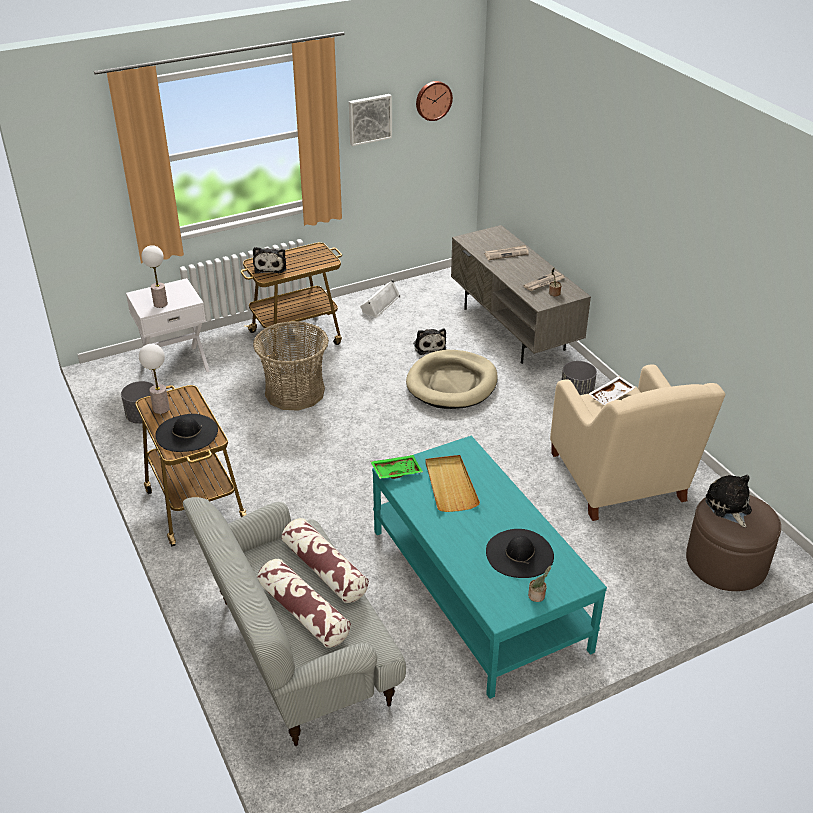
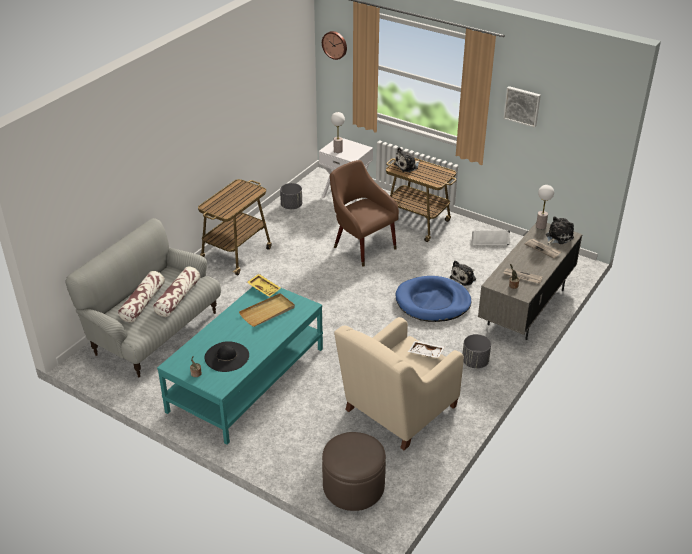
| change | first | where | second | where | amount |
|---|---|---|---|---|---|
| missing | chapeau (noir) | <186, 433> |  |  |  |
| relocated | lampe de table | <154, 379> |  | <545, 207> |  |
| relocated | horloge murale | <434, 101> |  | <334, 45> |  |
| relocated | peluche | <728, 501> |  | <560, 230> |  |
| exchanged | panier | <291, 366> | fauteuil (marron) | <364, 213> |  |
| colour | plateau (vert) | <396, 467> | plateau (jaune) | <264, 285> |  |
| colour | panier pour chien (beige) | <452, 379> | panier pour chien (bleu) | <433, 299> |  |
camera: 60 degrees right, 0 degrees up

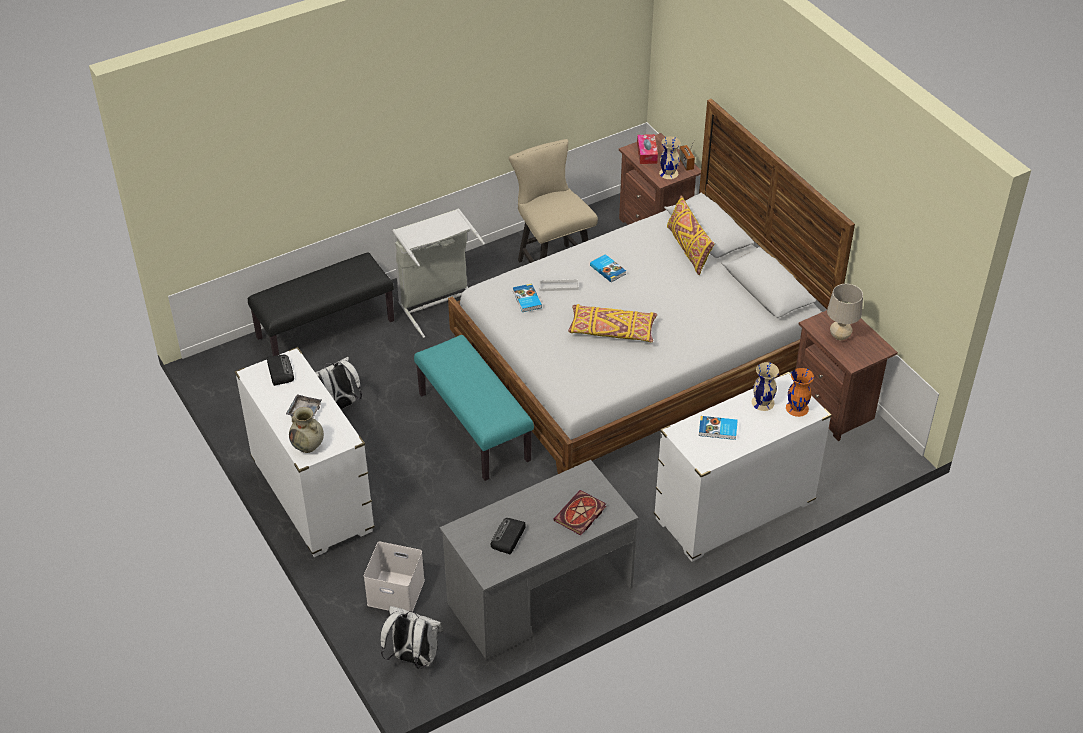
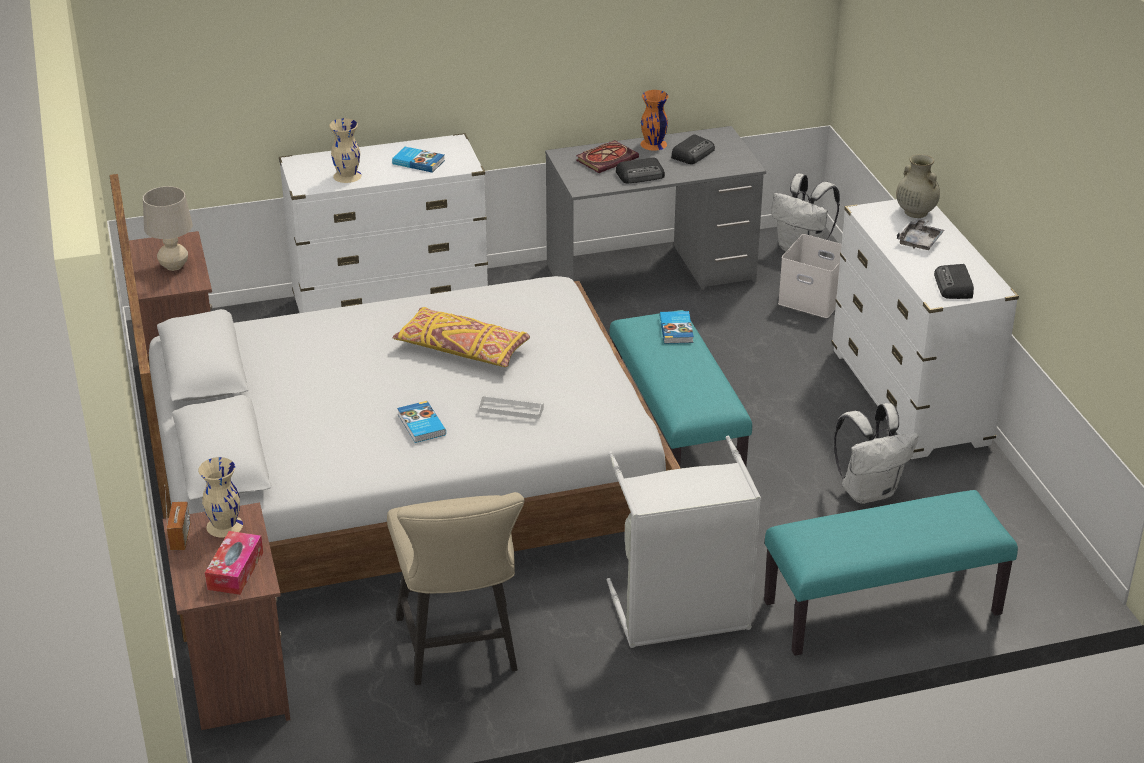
| change | first | where | second | where | amount |
|---|---|---|---|---|---|
| missing | coussin (jaune) | <690, 235> |  |  |  |
| appeared |  |  | radio | <640, 171> |  |
| relocated | livre | <527, 297> |  | <677, 327> |  |
| relocated | vase (orange) | <800, 392> |  | <654, 120> |  |
| colour | banc (noir) | <321, 304> | banc (turquoise) | <891, 573> |  |
camera: 165 degrees left, 10 degrees down

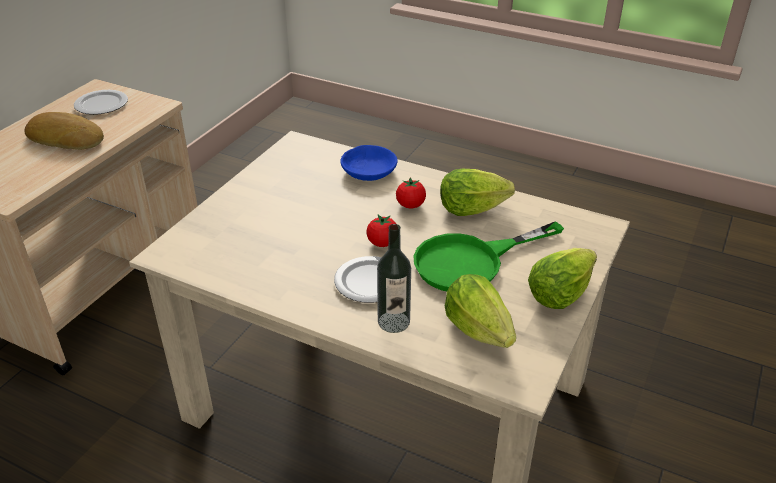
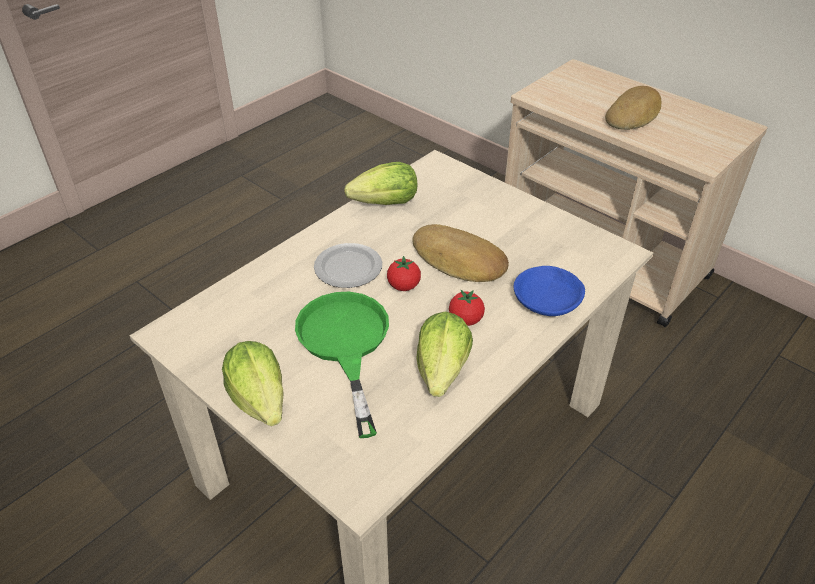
| change | first | where | second | where | amount |
|---|---|---|---|---|---|
| missing | assiette | <101, 102> |  |  |  |
| missing | bouteille | <394, 278> |  |  |  |
| appeared |  |  | pain | <460, 253> |  |
| relocated | laitue | <480, 311> |  | <381, 183> |  |
camera: 105 degrees right, 5 degrees up

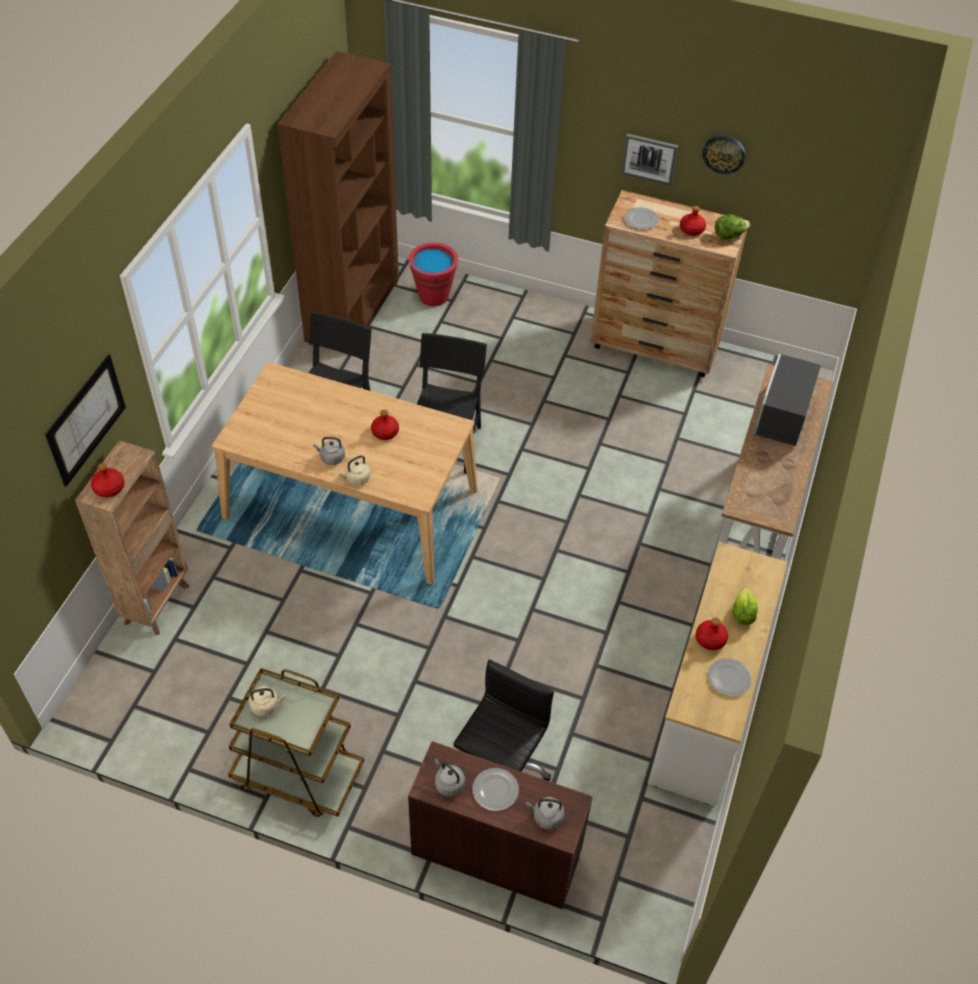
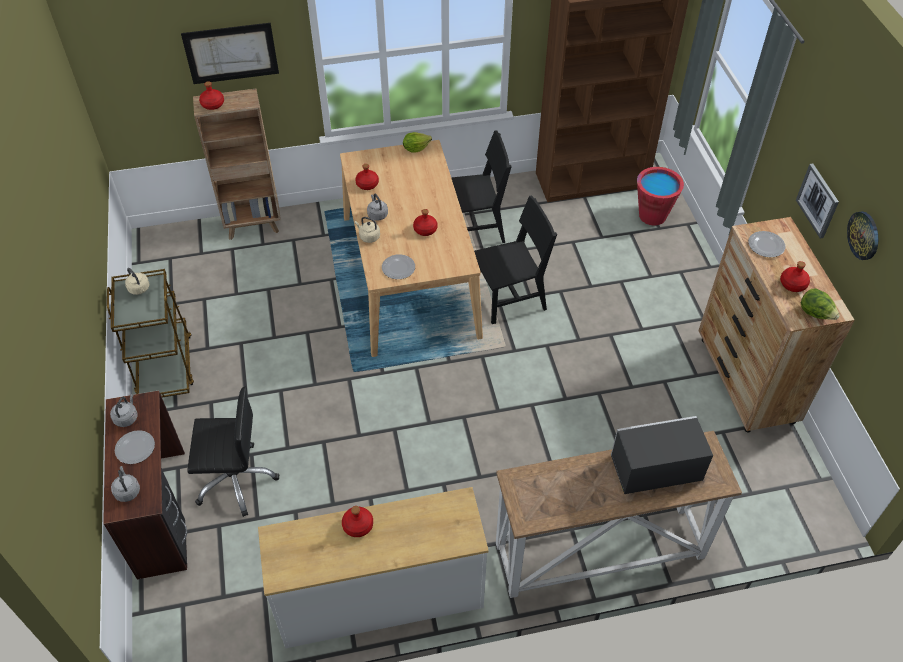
| change | first | where | second | where | amount |
|---|---|---|---|---|---|
| appeared |  |  | bouteille (rouge) | <367, 177> |  |
| relocated | assiette | <730, 677> |  | <398, 266> |  |
| relocated | laitue | <745, 606> |  | <417, 142> |  |
camera: 60 degrees right, 0 degrees up

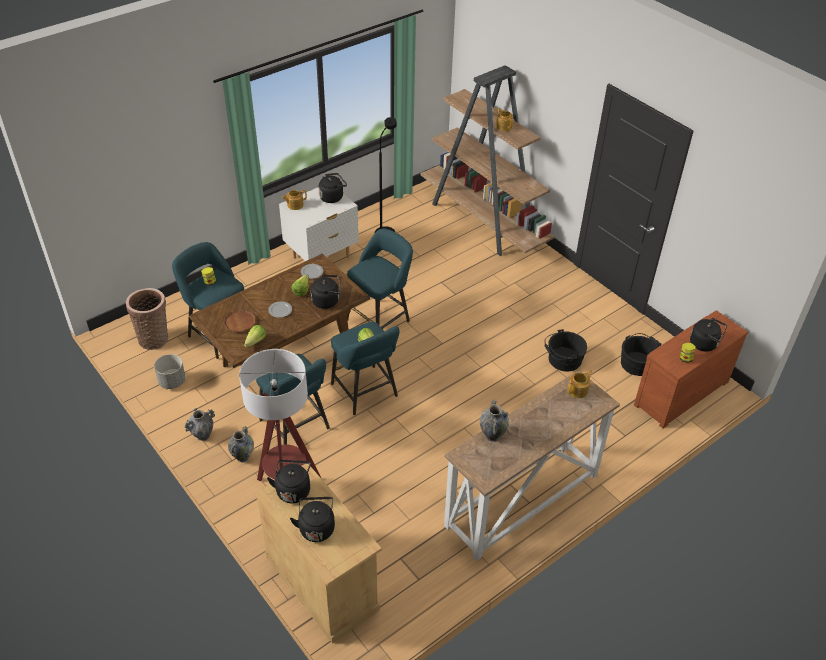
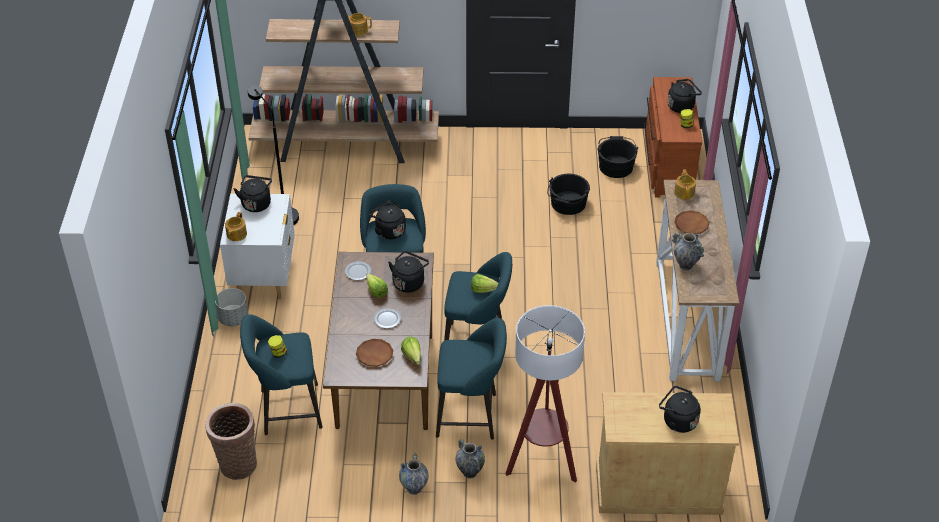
| change | first | where | second | where | amount |
|---|---|---|---|---|---|
| appeared |  |  | assiette (marron) | <692, 222> |  |
| relocated | cache-pot (gris) | <170, 371> |  | <231, 307> |  |
| relocated | bouilloire (noir) | <289, 481> |  | <387, 219> |  |
camera: 50 degrees left, 0 degrees up

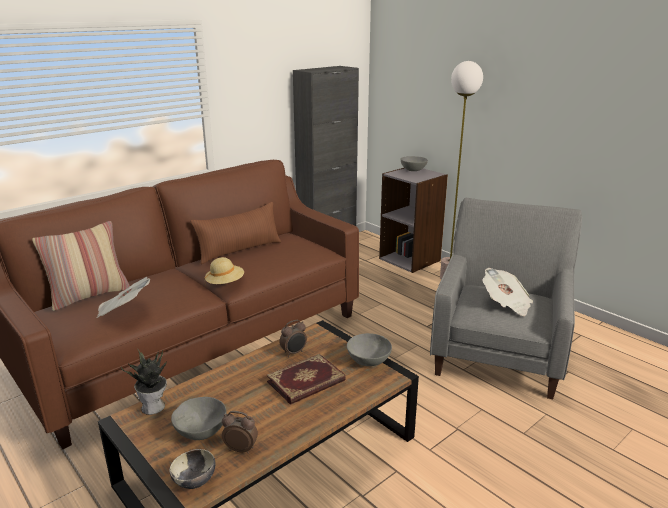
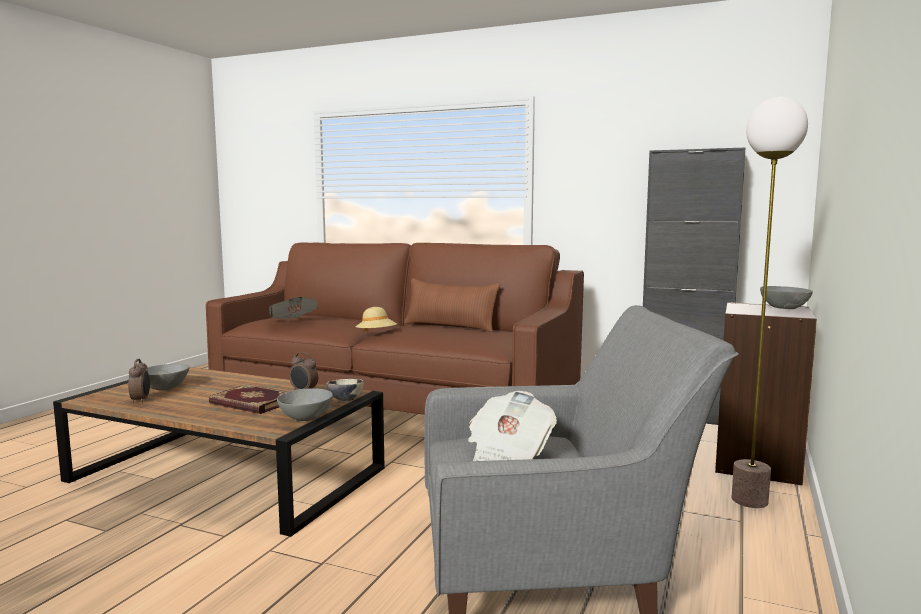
| change | first | where | second | where | amount |
|---|---|---|---|---|---|
| missing | coussin | <81, 266> |  |  |  |
| missing | plante en pot | <144, 382> |  |  |  |
| relocated | bol | <192, 469> |  | <345, 390> |  |
camera: 65 degrees right, 15 degrees down

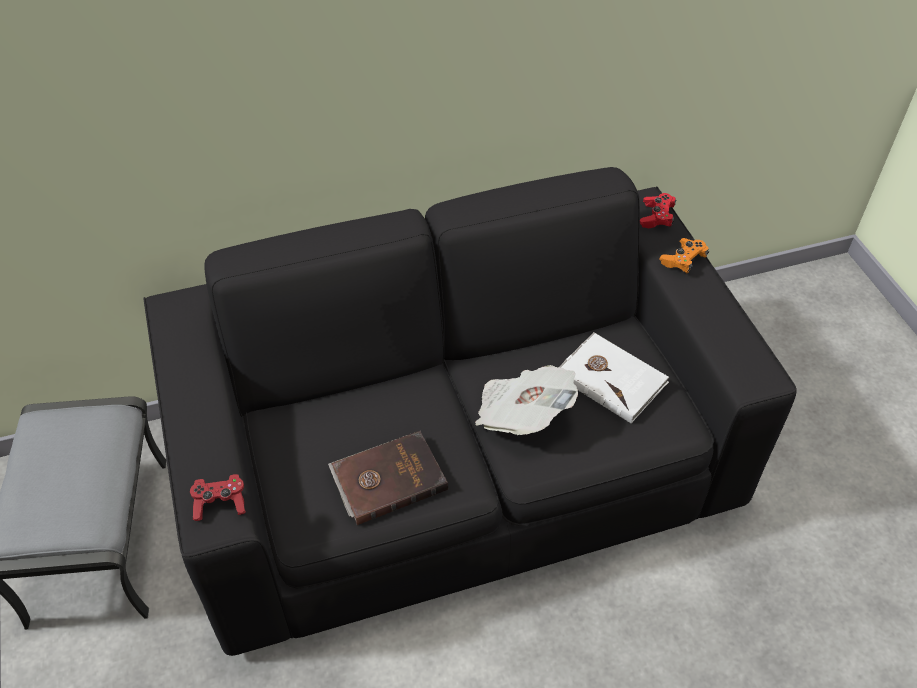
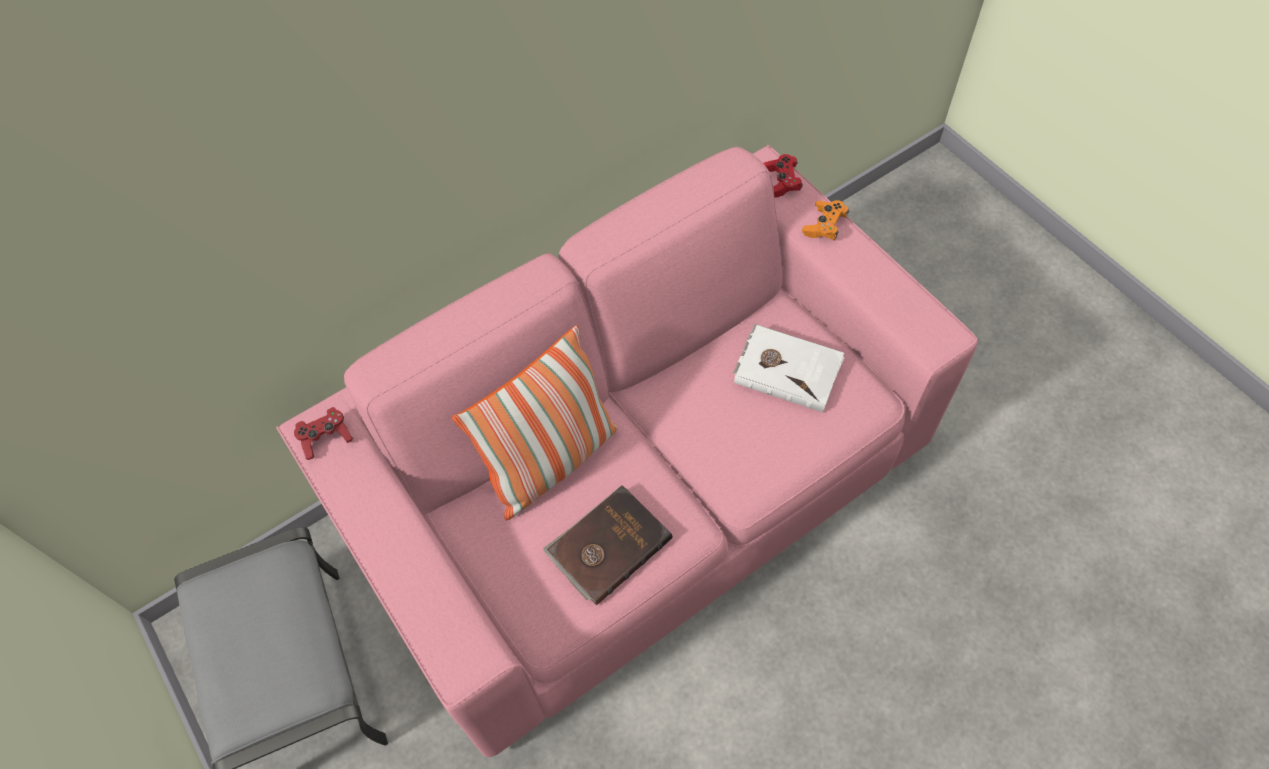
| change | first | where | second | where | amount |
|---|---|---|---|---|---|
| missing | journal | <526, 400> |  |  |  |
| appeared |  |  | coussin | <535, 423> |  |
| relocated | manette (rouge) | <218, 497> |  | <323, 433> |  |
| colour | canapé (noir) | <470, 411> | canapé (rose) | <627, 451> |  |
camera: 15 degrees left, 10 degrees up

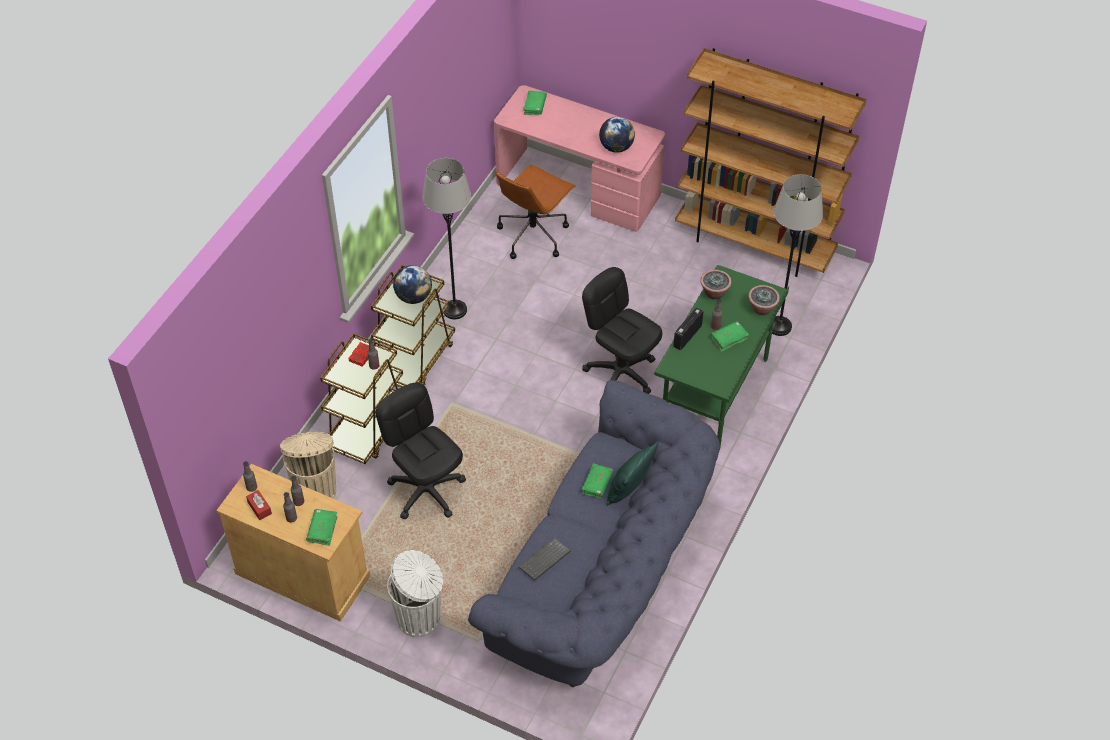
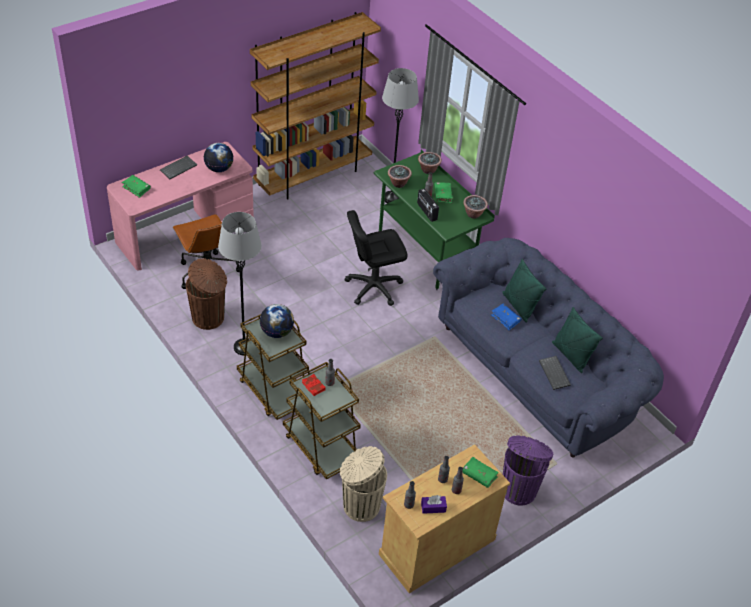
| change | first | where | second | where | amount |
|---|---|---|---|---|---|
| missing | chaise de bureau (noir) | <421, 451> |  |  |  |
| appeared |  |  | clavier | <178, 167> |  |
| appeared |  |  | poubelle (marron) | <206, 294> |  |
| appeared |  |  | plante en pot | <475, 207> |  |
| appeared |  |  | coussin (vert) | <577, 340> |  |
| colour | boîte à mouchoirs (rouge) | <259, 505> | boîte à mouchoirs (violet) | <434, 504> |  |
| colour | poubelle (blanc) | <415, 593> | poubelle (violet) | <528, 470> |  |
| colour | livre (vert) | <597, 480> | livre (bleu) | <506, 317> |  |
camera: 65 degrees left, 5 degrees down

